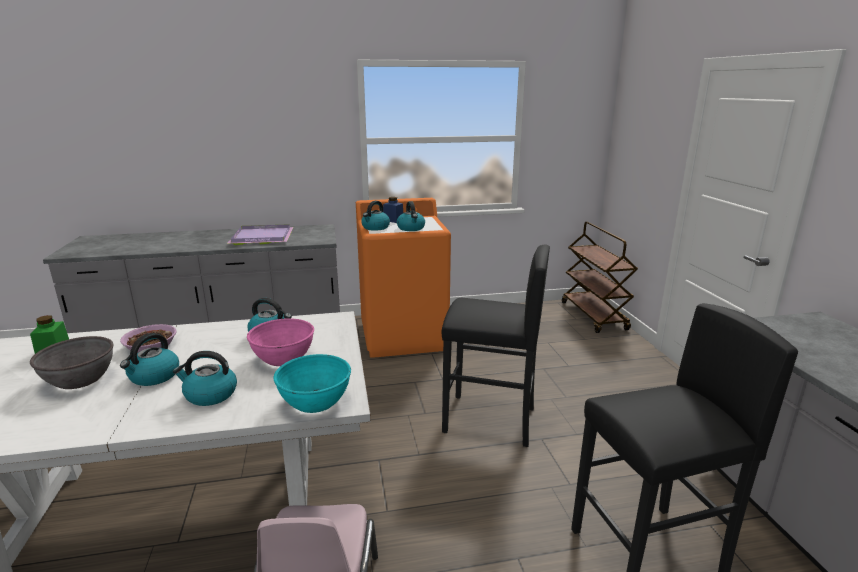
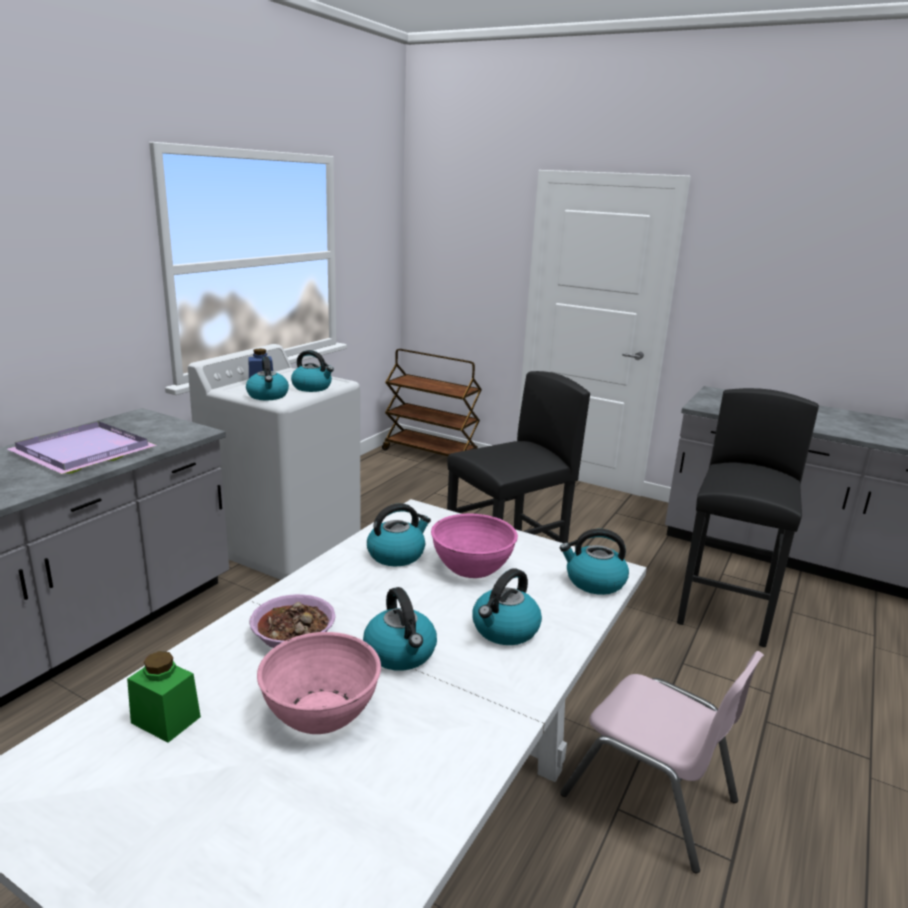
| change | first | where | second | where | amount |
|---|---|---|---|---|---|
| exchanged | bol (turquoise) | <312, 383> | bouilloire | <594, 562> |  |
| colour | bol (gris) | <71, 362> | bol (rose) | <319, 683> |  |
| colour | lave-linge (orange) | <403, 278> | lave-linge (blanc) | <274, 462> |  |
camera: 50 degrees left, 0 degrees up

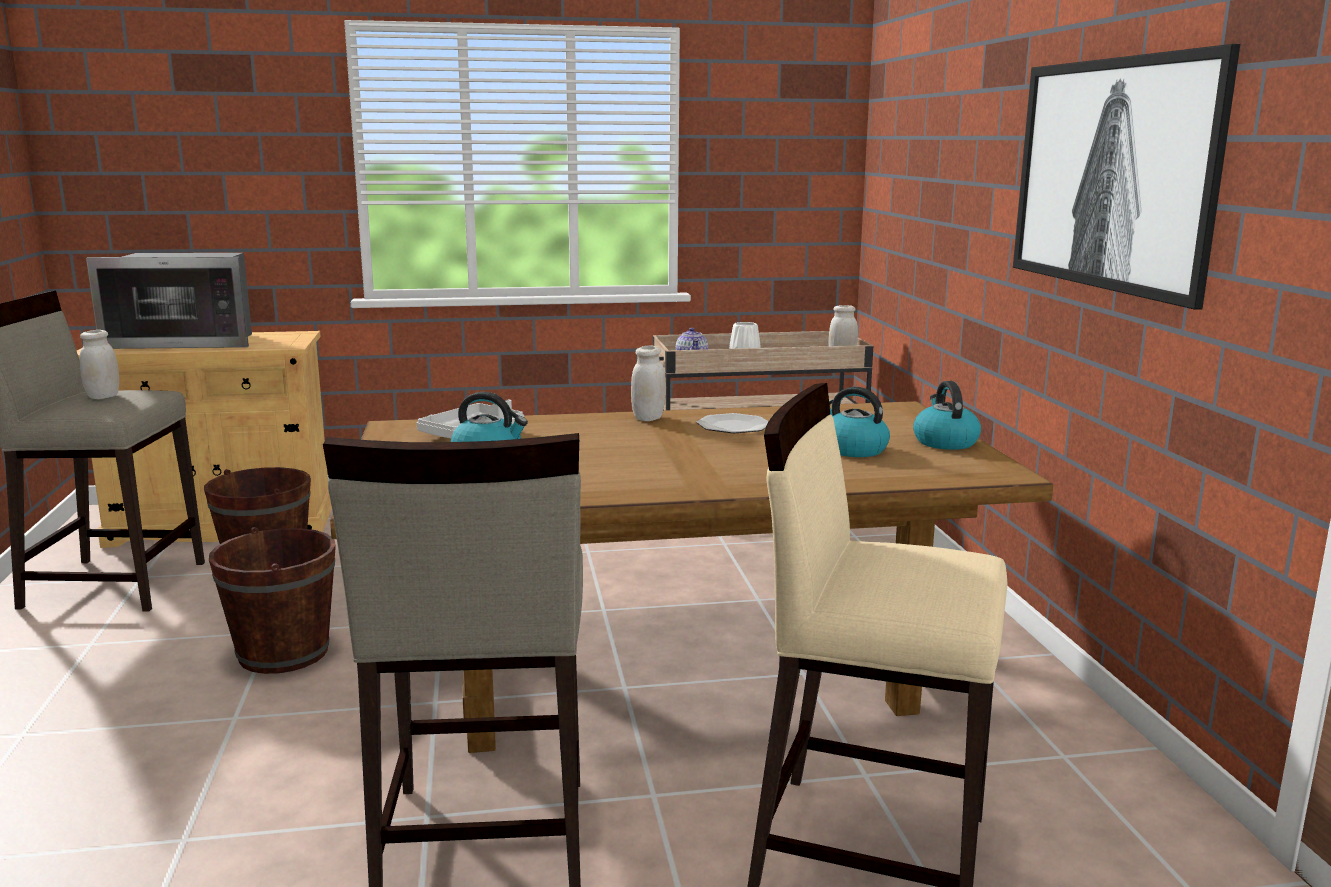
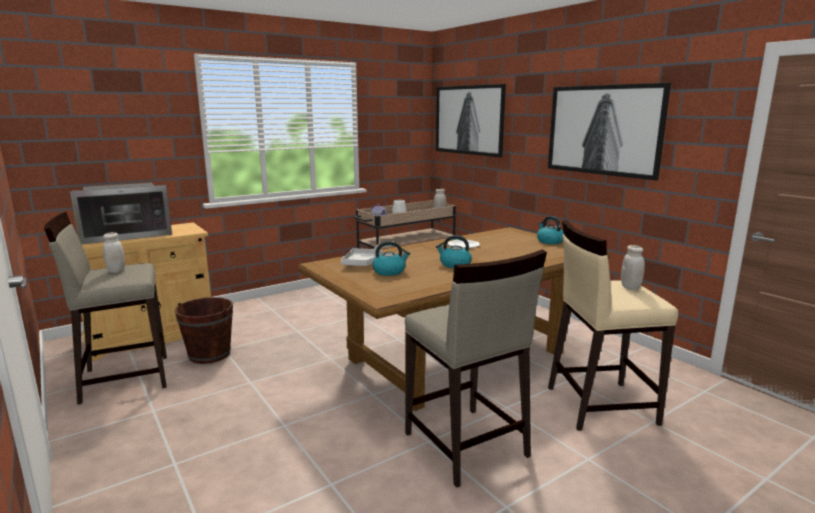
| change | first | where | second | where | amount |
|---|---|---|---|---|---|
| missing | seau (marron) | <272, 600> |  |  |  |
| appeared |  |  | tableau | <471, 120> |  |
| relocated | bocal (blanc) | <648, 383> |  | <633, 267> |  |
| relocated | bouilloire | <859, 422> |  | <454, 251> |  |
camera: 25 degrees left, 0 degrees up

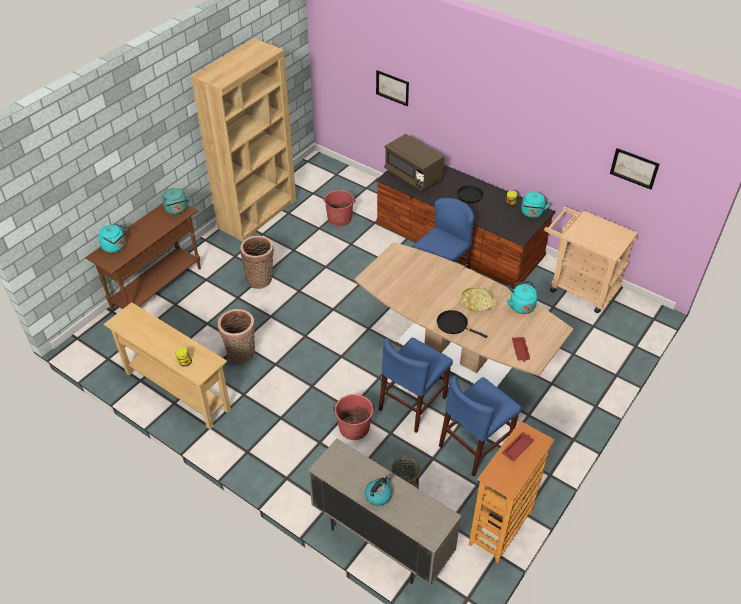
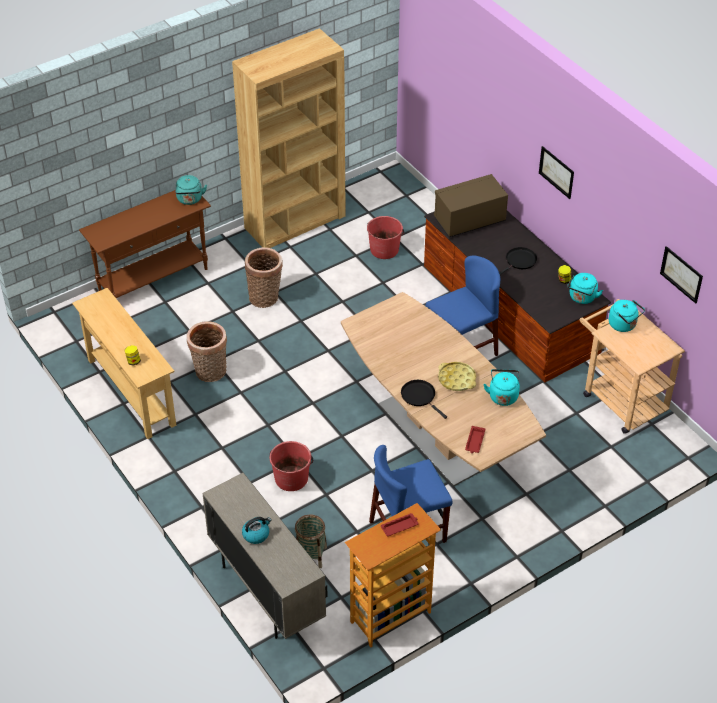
| change | first | where | second | where | amount |
|---|---|---|---|---|---|
| missing | chaise (bleu) | <416, 385> |  |  |  |
| relocated | bouilloire (turquoise) | <112, 238> |  | <627, 316> |  |
| relocated | tableau | <392, 88> |  | <556, 172> |  |
| spun | micro-ondes (marron) | <414, 162> |  | <471, 205> | 90 degrees clockwise |
camera: 20 degrees right, 0 degrees up

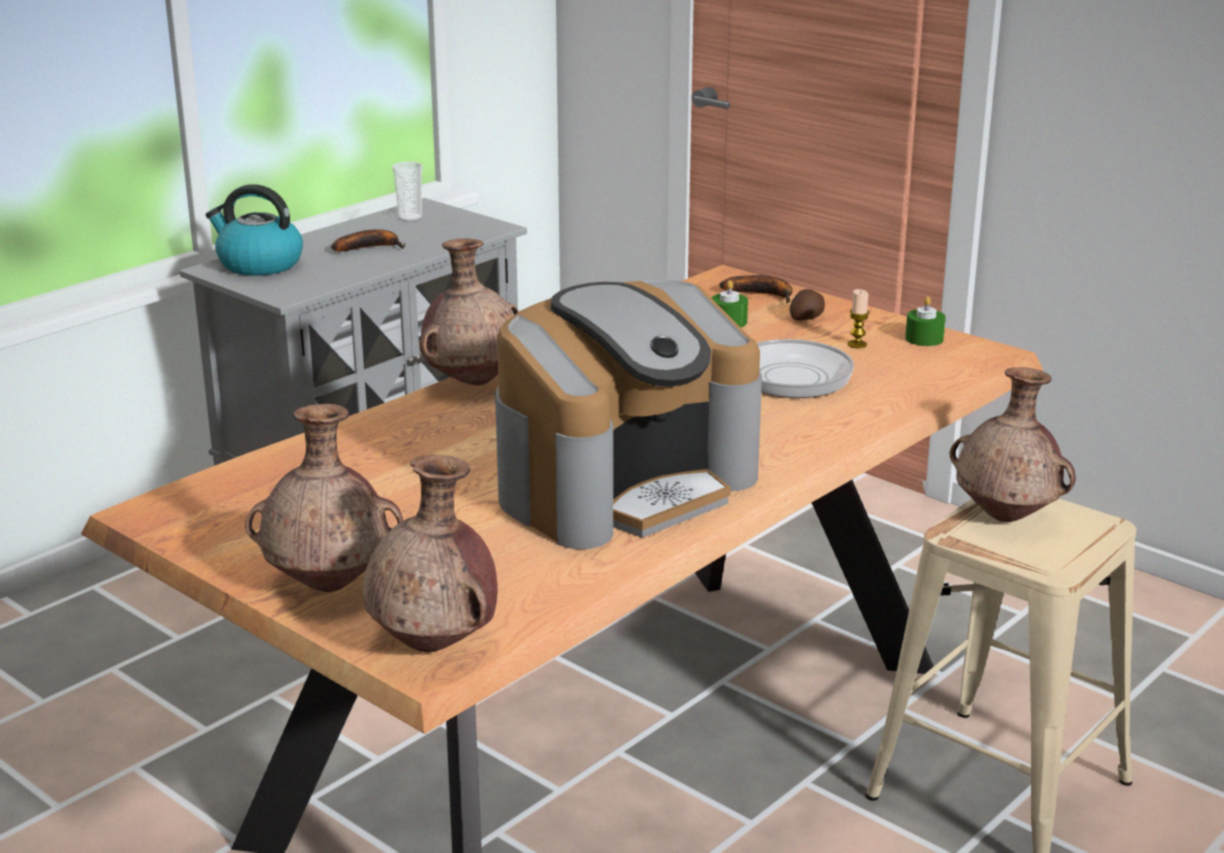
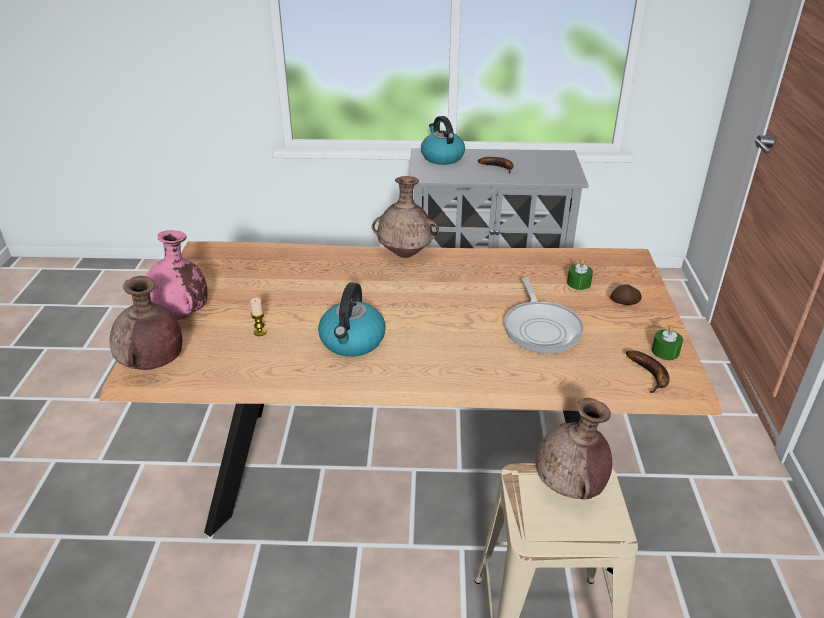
| change | first | where | second | where | amount |
|---|---|---|---|---|---|
| missing | tasse | <407, 191> |  |  |  |
| relocated | banane | <756, 289> |  | <647, 372> |  |
| relocated | bougie | <858, 318> |  | <258, 317> |  |
| exchanged | machine à café | <628, 415> | bouilloire | <352, 319> |  |
| colour | vase (marron) | <324, 498> | vase (rose) | <177, 275> |  |
camera: 50 degrees right, 10 degrees up

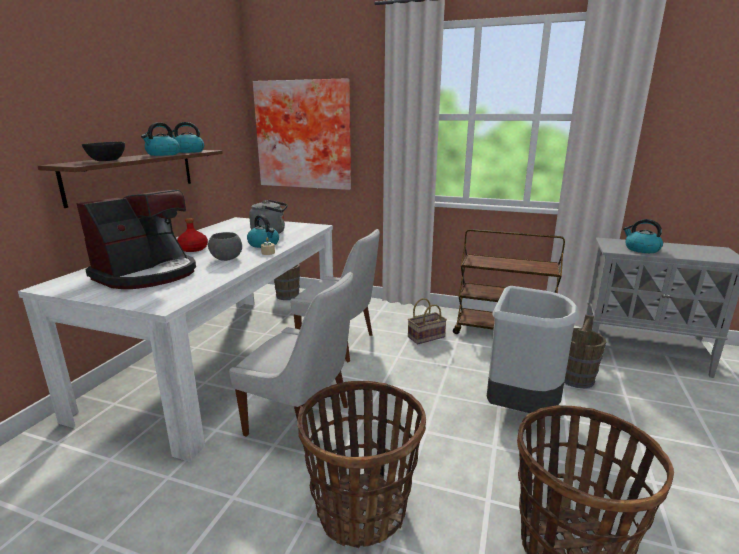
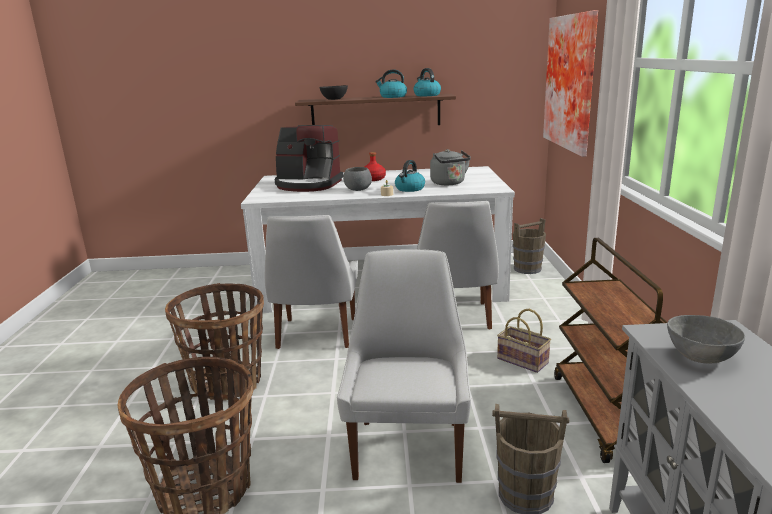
| change | first | where | second | where | amount |
|---|---|---|---|---|---|
| exchanged | poubelle (gris) | <533, 349> | chaise (blanc) | <404, 366> |  |
| exchanged | bouilloire | <643, 236> | bol (gris) | <706, 339> |  |
camera: 70 degrees right, 0 degrees up

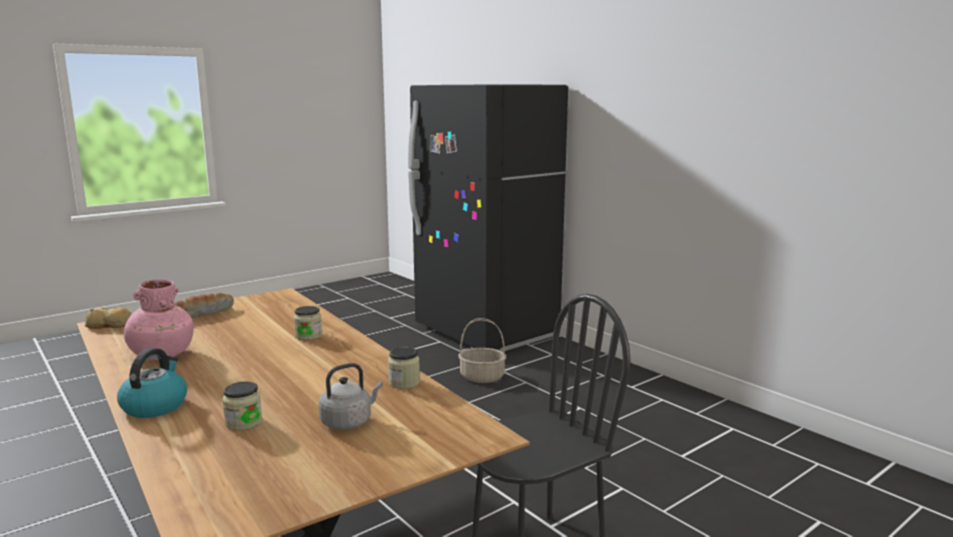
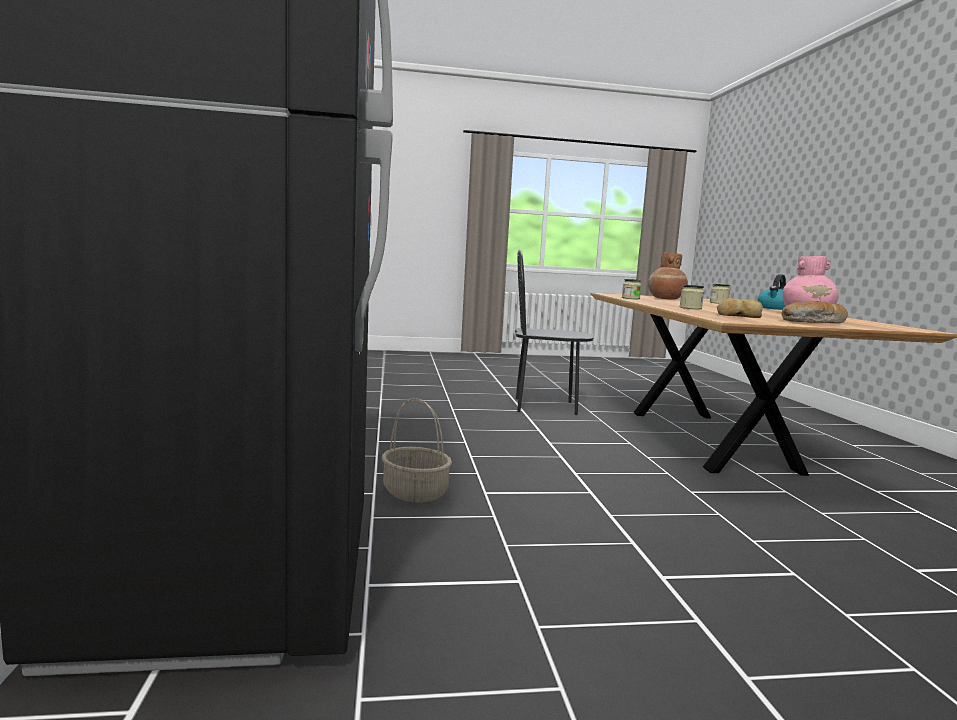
| change | first | where | second | where | amount |
|---|---|---|---|---|---|
| relocated | pain | <108, 318> |  | <740, 308> |  |
| exchanged | bouilloire (gris) | <351, 396> | vase (marron) | <668, 276> |  |
camera: 150 degrees left, 5 degrees down

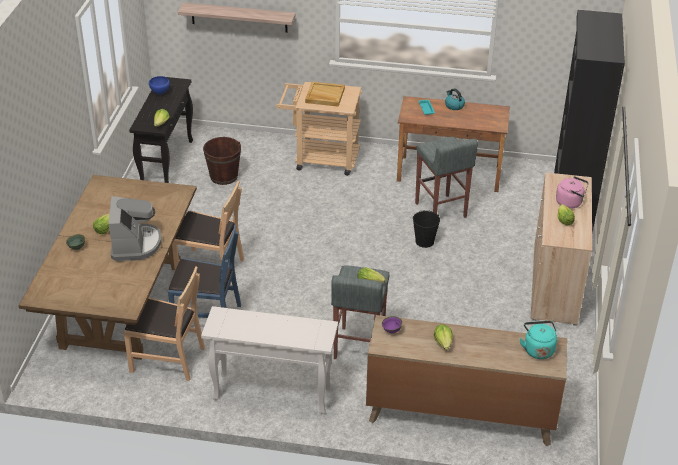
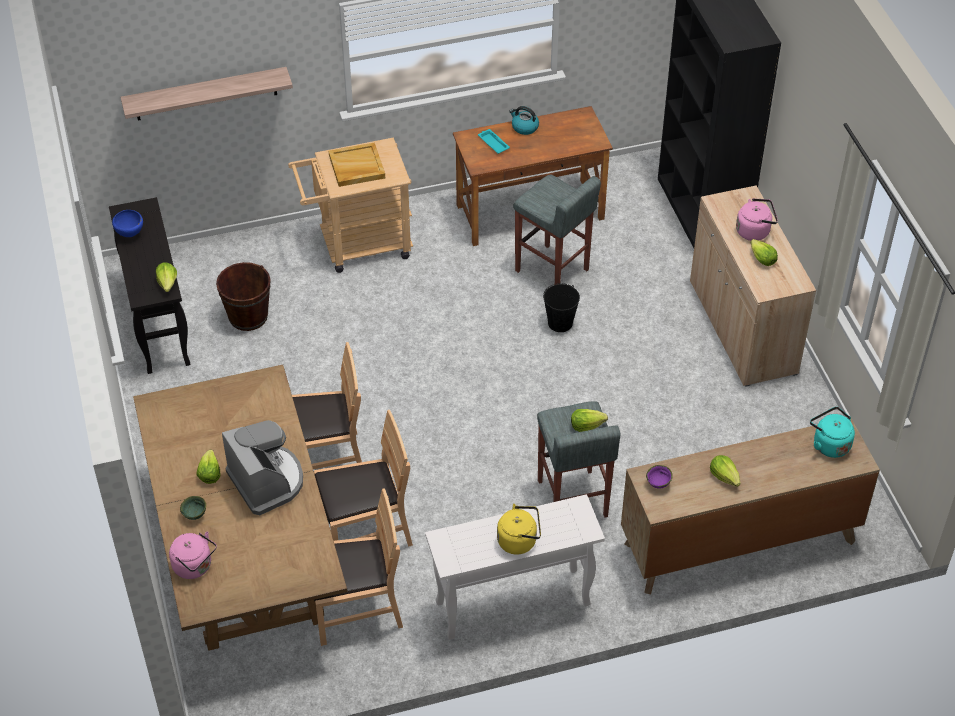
| change | first | where | second | where | amount |
|---|---|---|---|---|---|
| appeared |  |  | bouilloire (rose) | <193, 555> |  |
| appeared |  |  | bouilloire (jaune) | <519, 529> |  |
| colour | chaise (bleu) | <204, 271> | chaise (marron) | <363, 478> |  |
camera: 25 degrees left, 10 degrees up

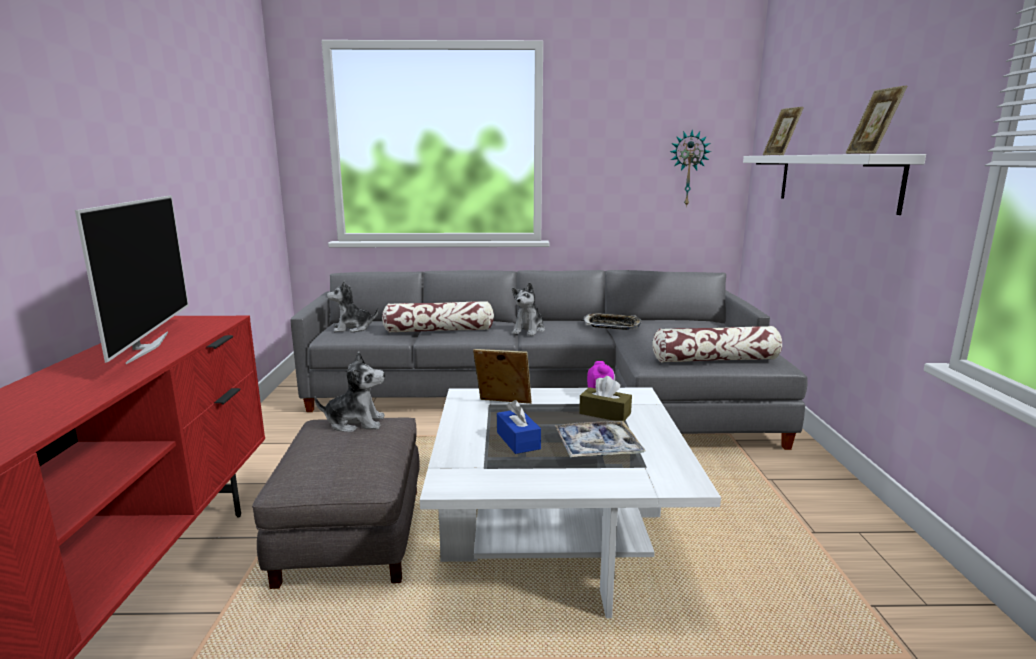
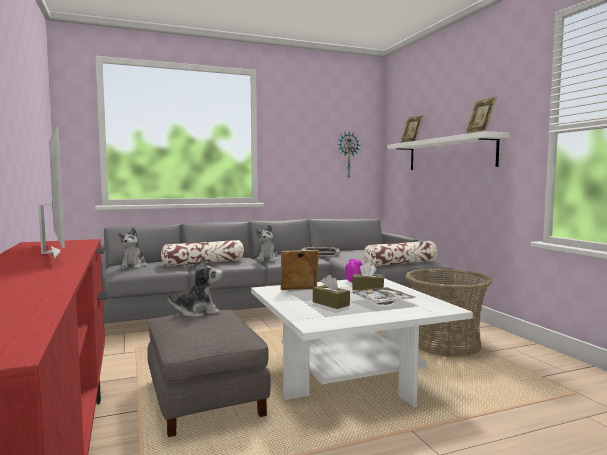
| change | first | where | second | where | amount |
|---|---|---|---|---|---|
| appeared |  |  | panier | <449, 312> |  |
| colour | boîte à mouchoirs (bleu) | <519, 427> | boîte à mouchoirs (marron) | <331, 292> |  |
| spun | peluche | <352, 306> |  | <132, 248> | 60 degrees counterclockwise |
camera: 20 degrees left, 10 degrees down

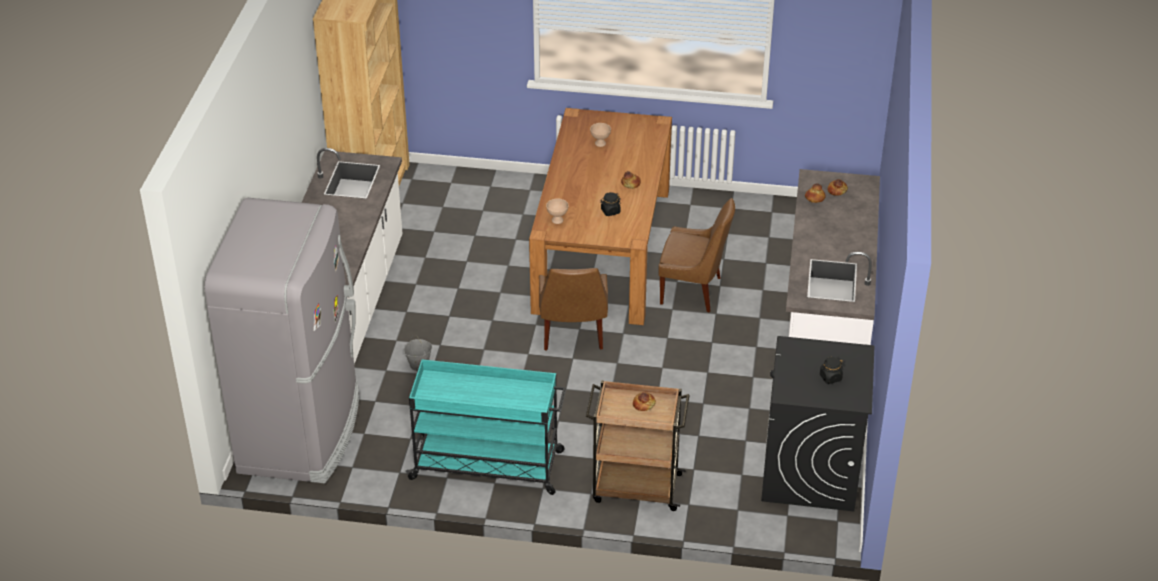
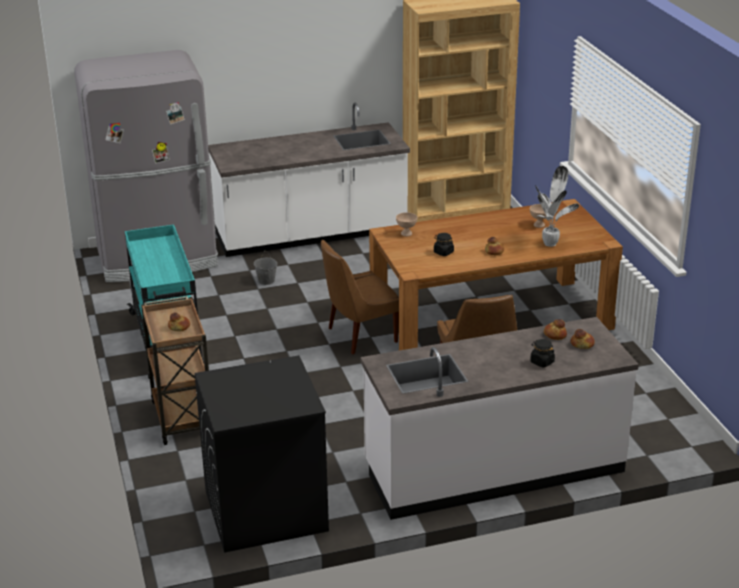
| change | first | where | second | where | amount |
|---|---|---|---|---|---|
| appeared |  |  | plante en pot | <557, 206> |  |
| relocated | bocal (noir) | <831, 370> |  | <542, 353> |  |
camera: 65 degrees right, 10 degrees down

